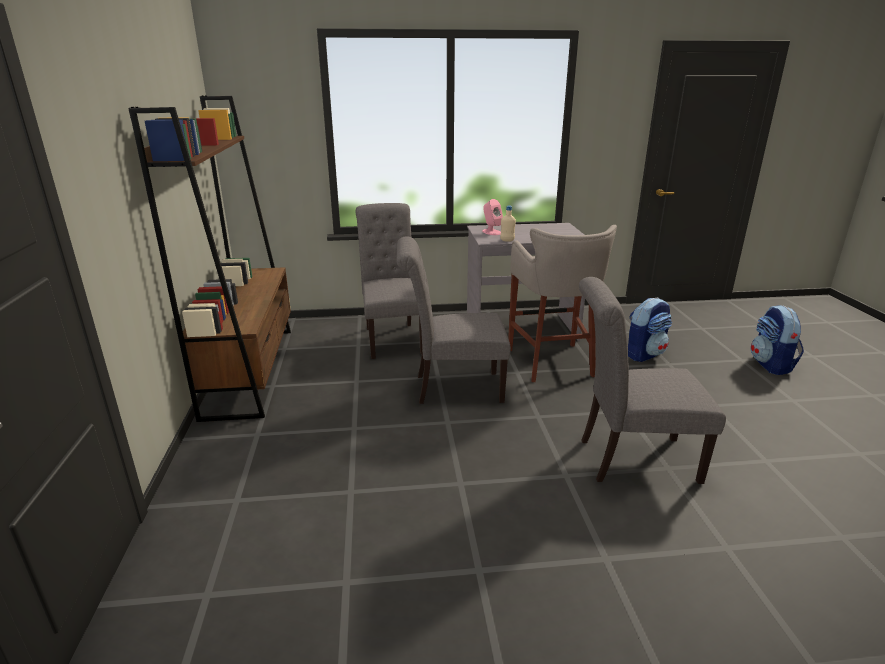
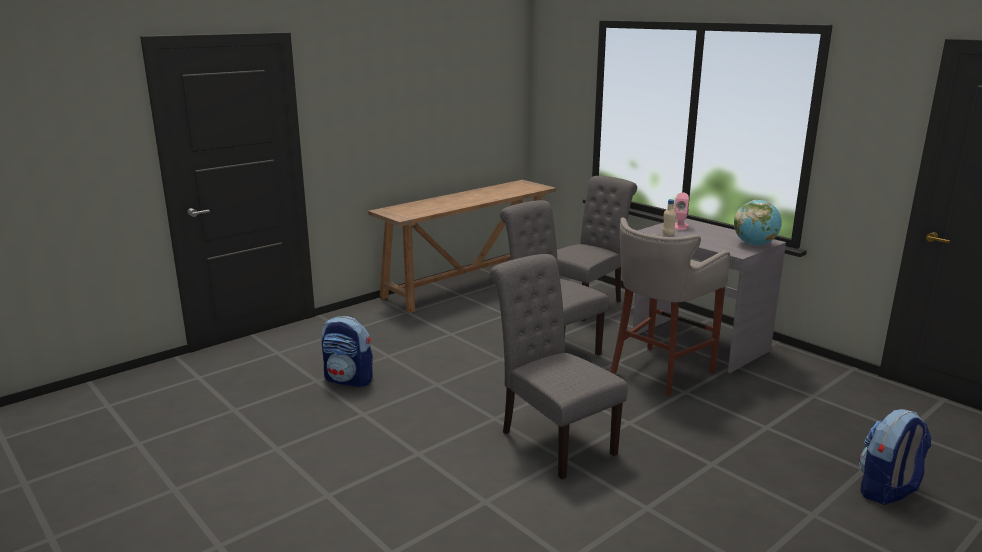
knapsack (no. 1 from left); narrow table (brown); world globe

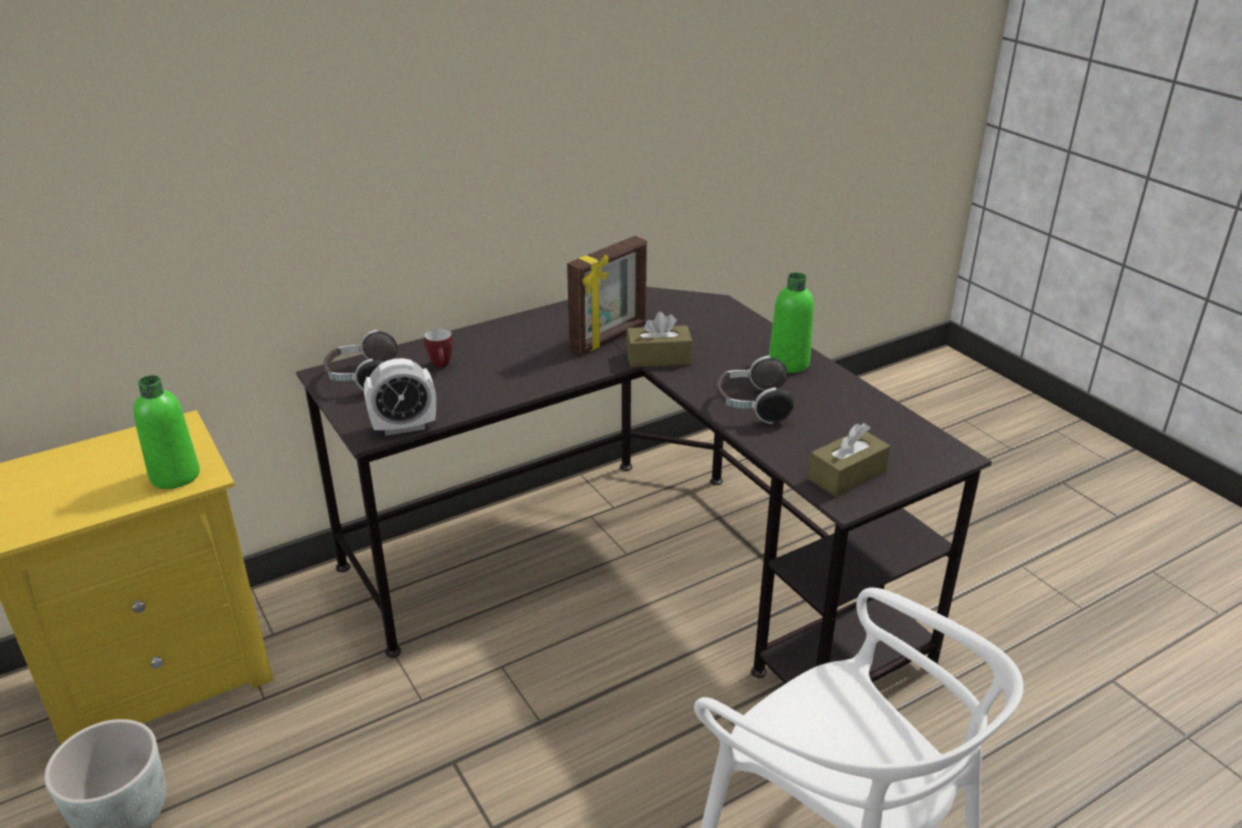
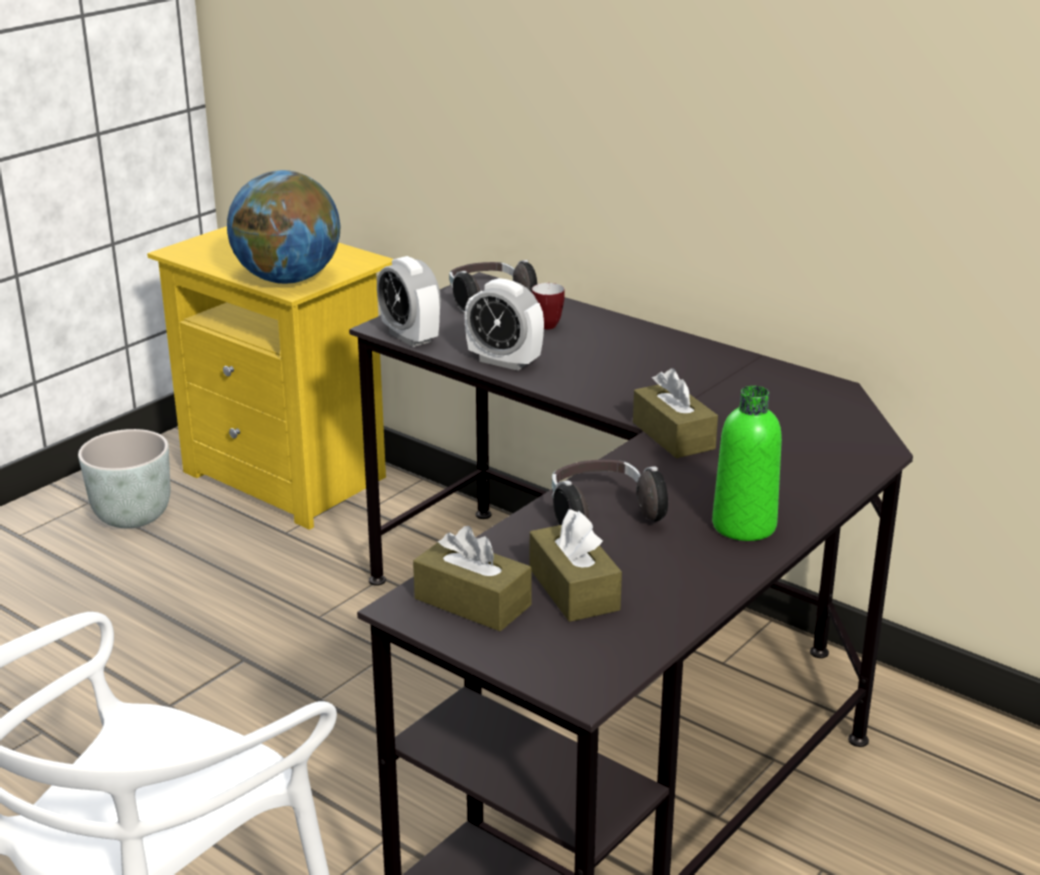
world globe; bedside clock (no. 2 from left); tissue holder (brown) (no. 2 from left); photo frame

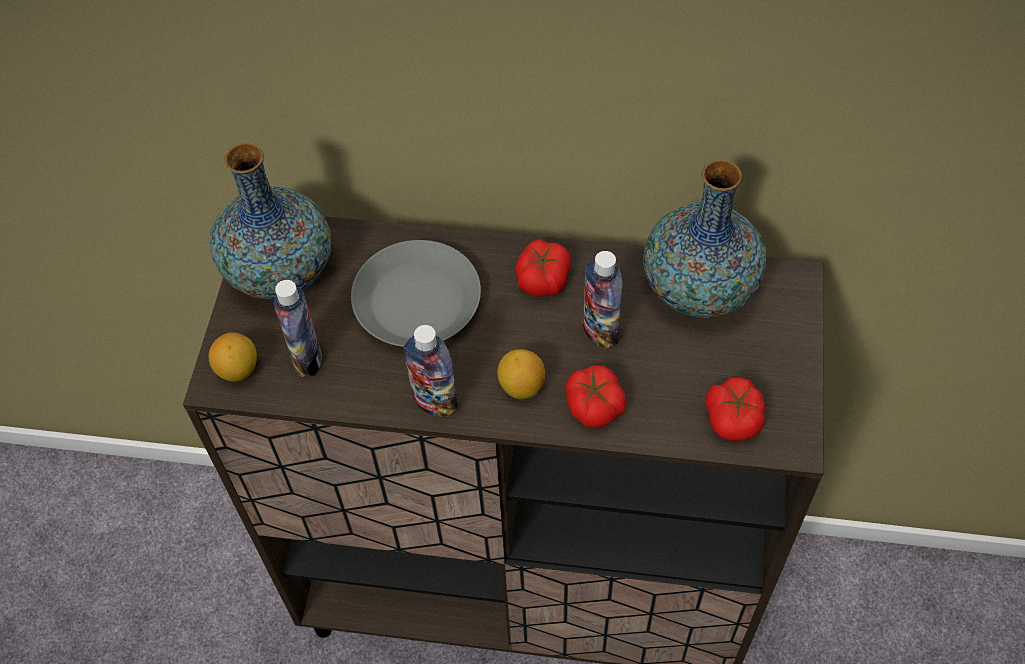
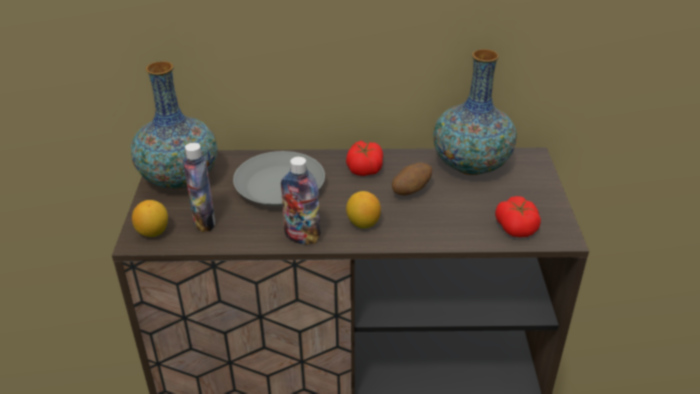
whole potato; tomato (no. 2 from left in the first image)

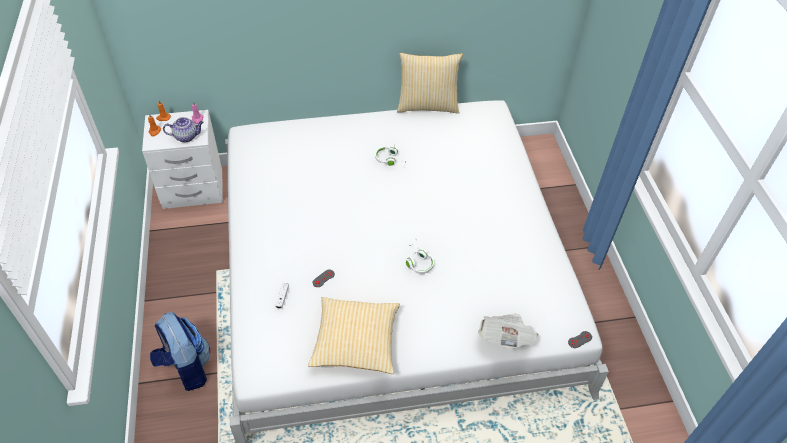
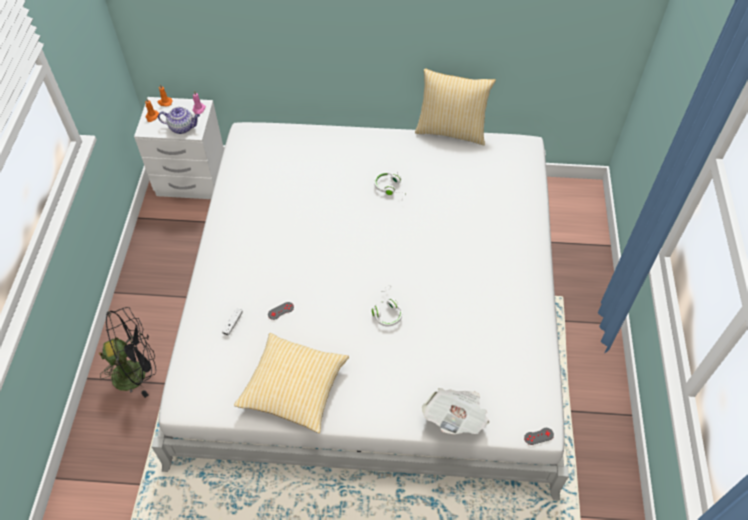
electric fan (blackish)

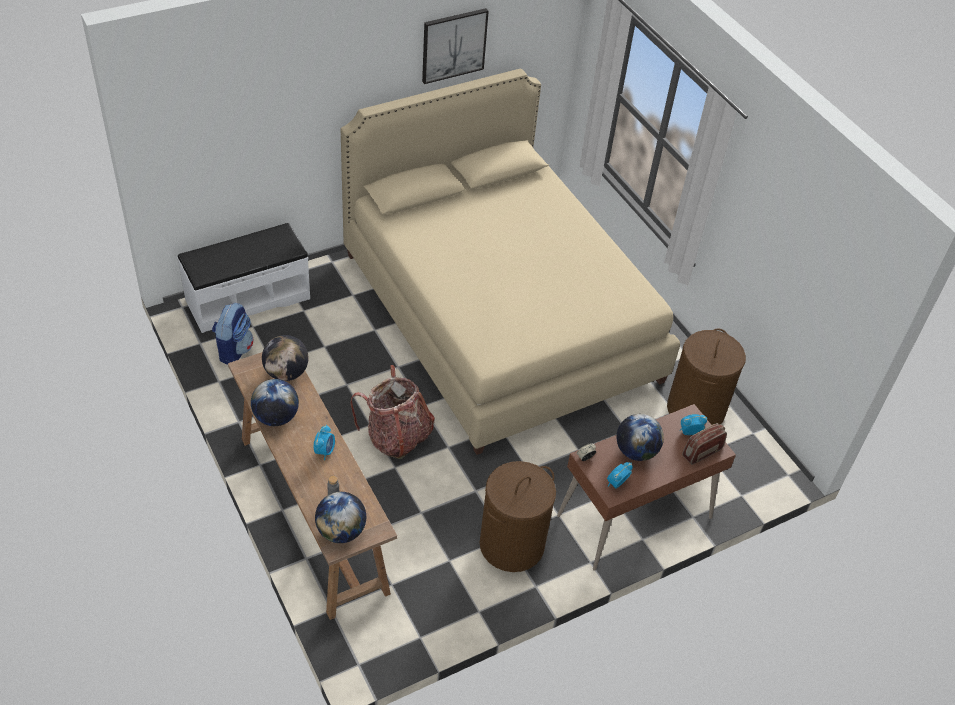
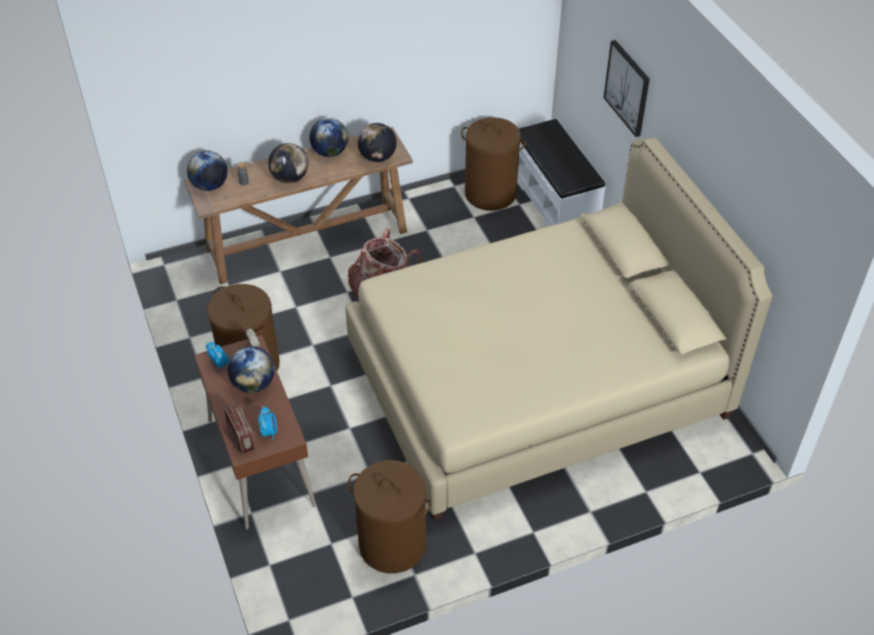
world globe (no. 3 from left); washing basket (brown) (no. 3 from left); picture

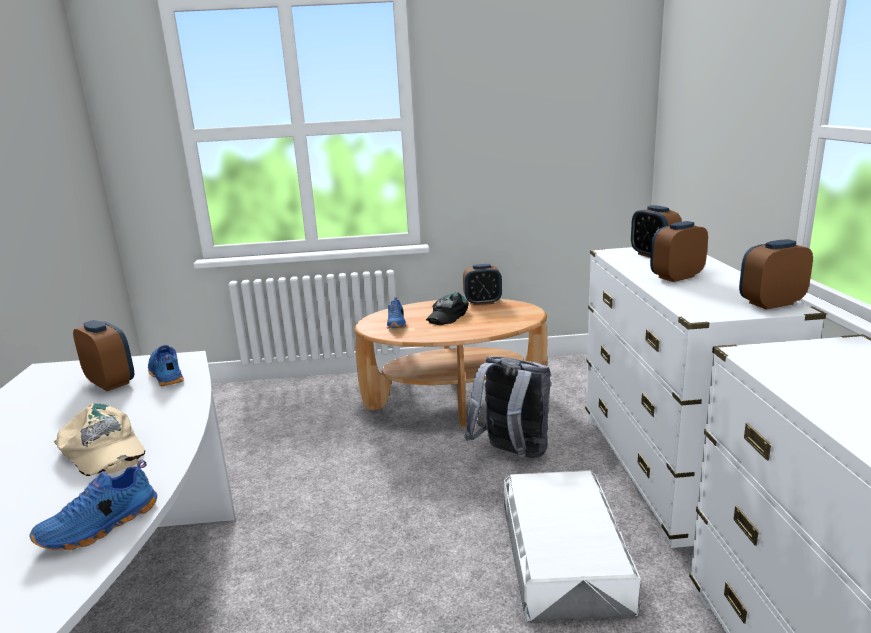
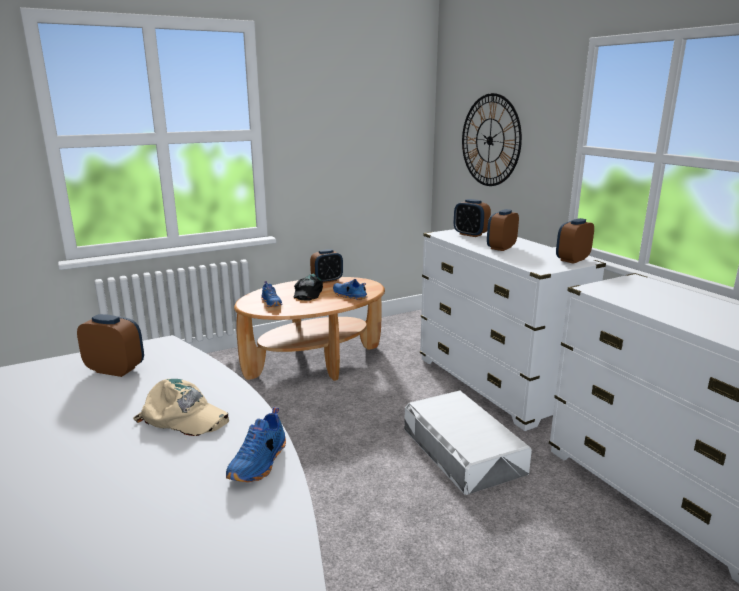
item of footwear (blue-coloured) (no. 3 from left); clock on the wall; knapsack (gray)

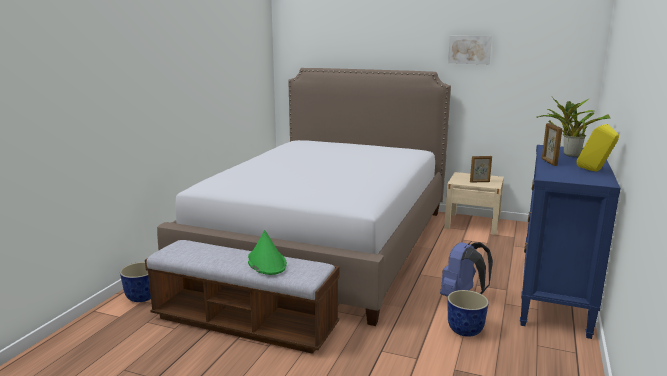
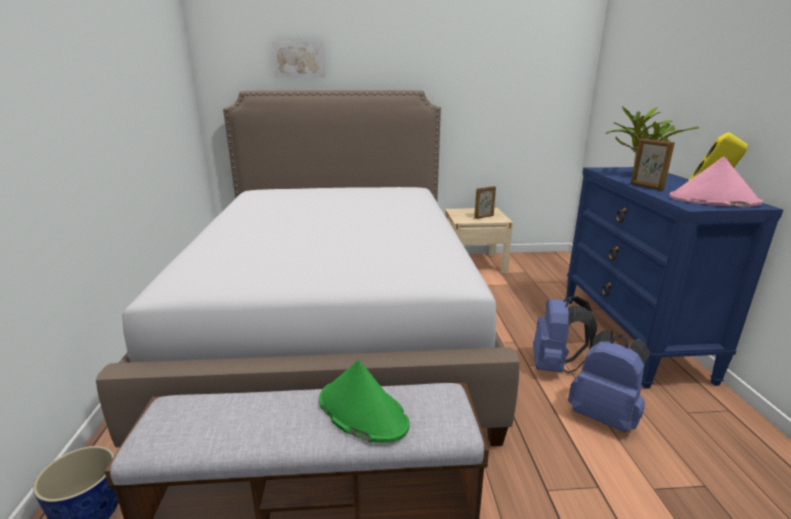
picture; knapsack (blue-coloured) (no. 2 from left); wearable hat (pink-coloured)

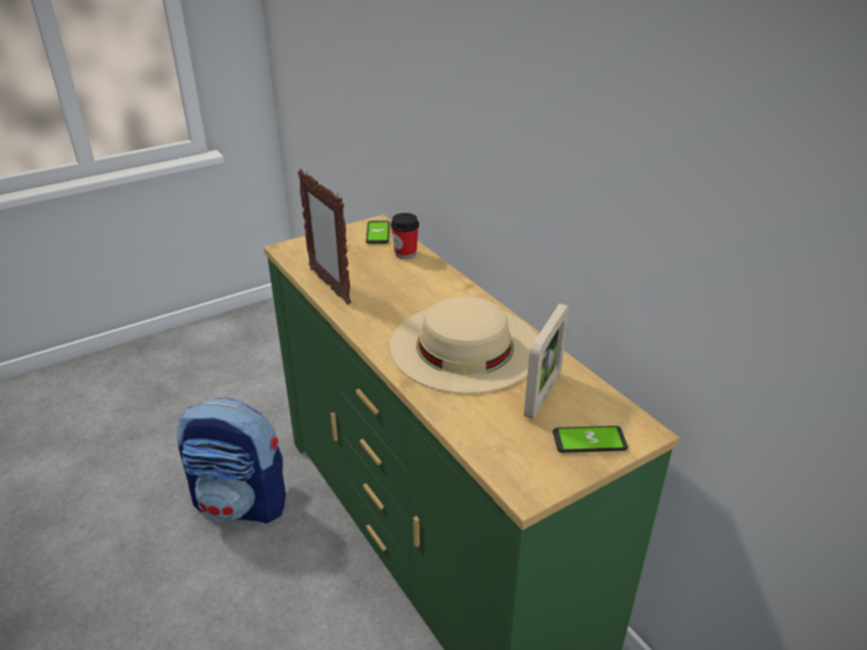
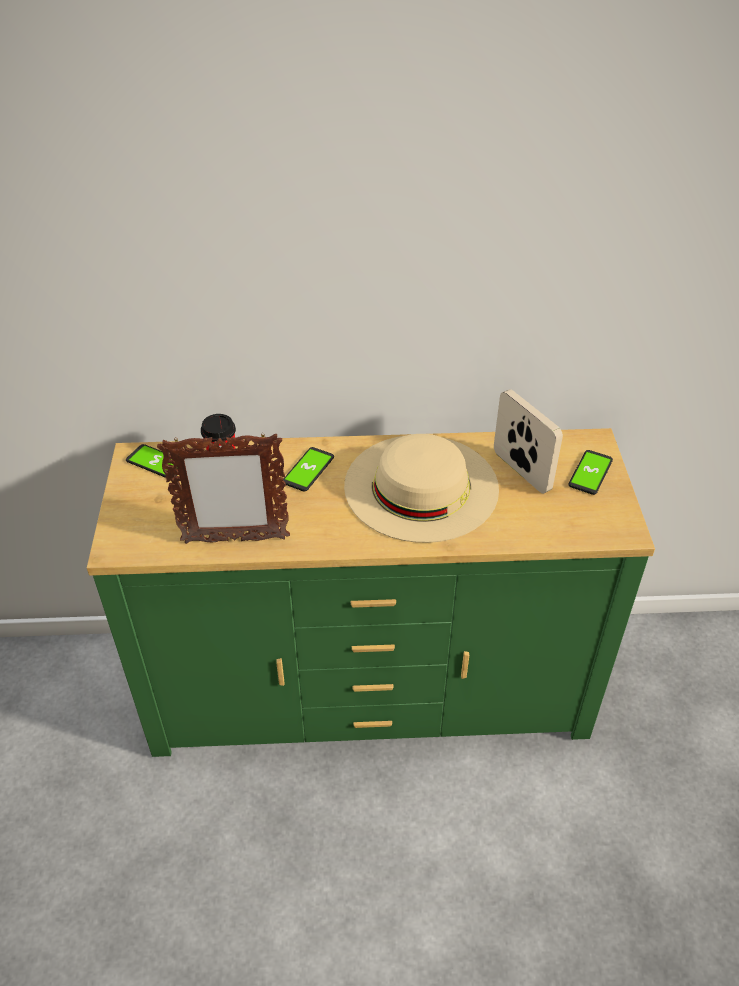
phone (no. 2 from left); knapsack

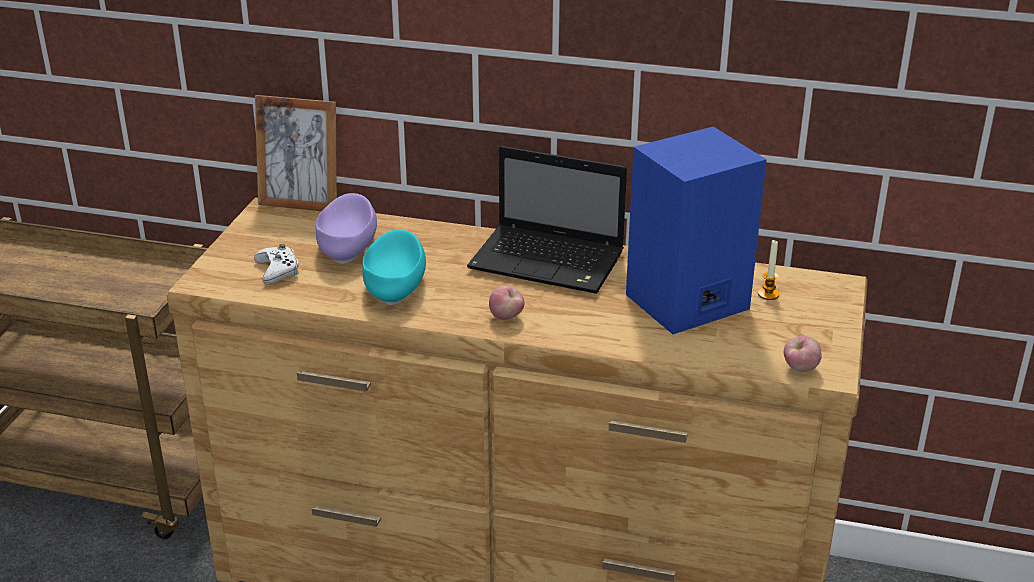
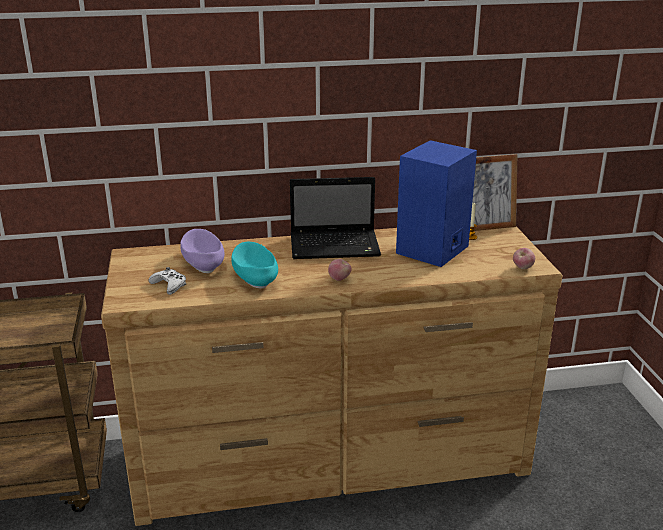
photo frame

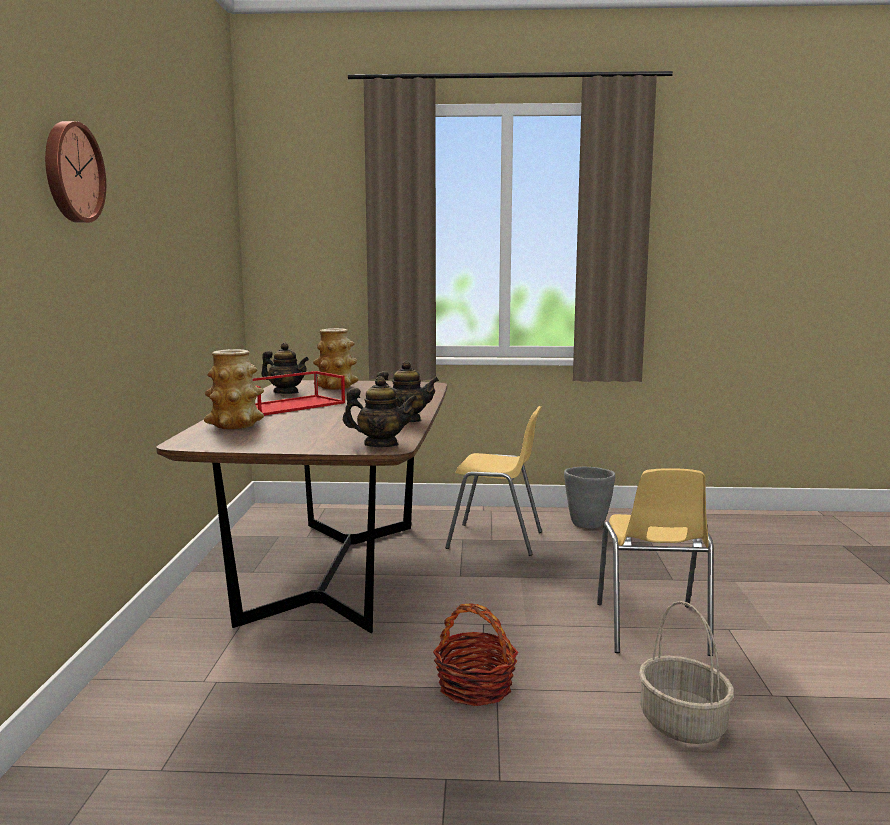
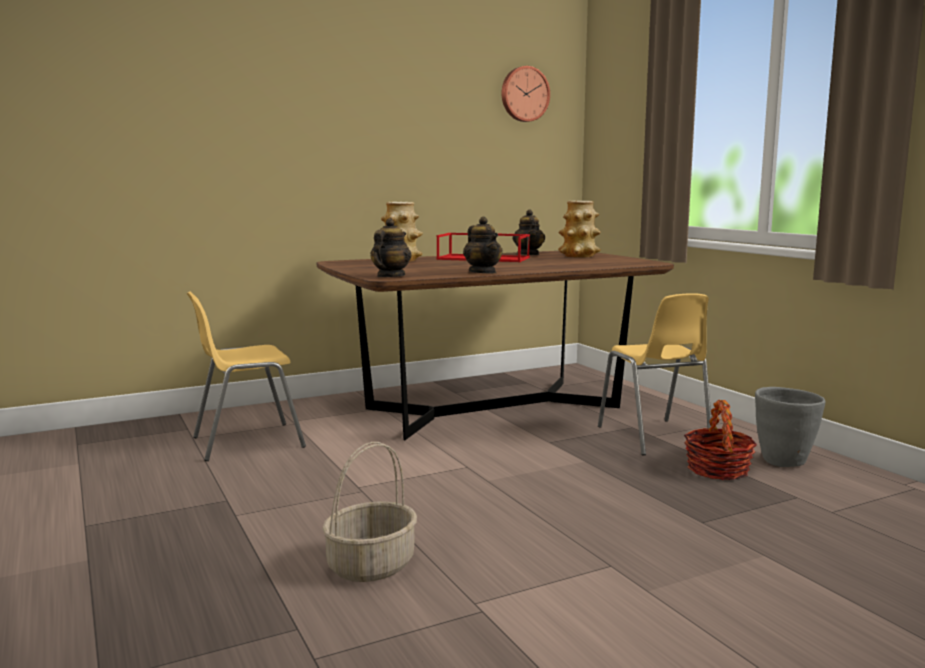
plain chair (yellow-coloured) (no. 1 from left); tea pot (no. 1 from left); clock on the wall; basket (no. 2 from left)

